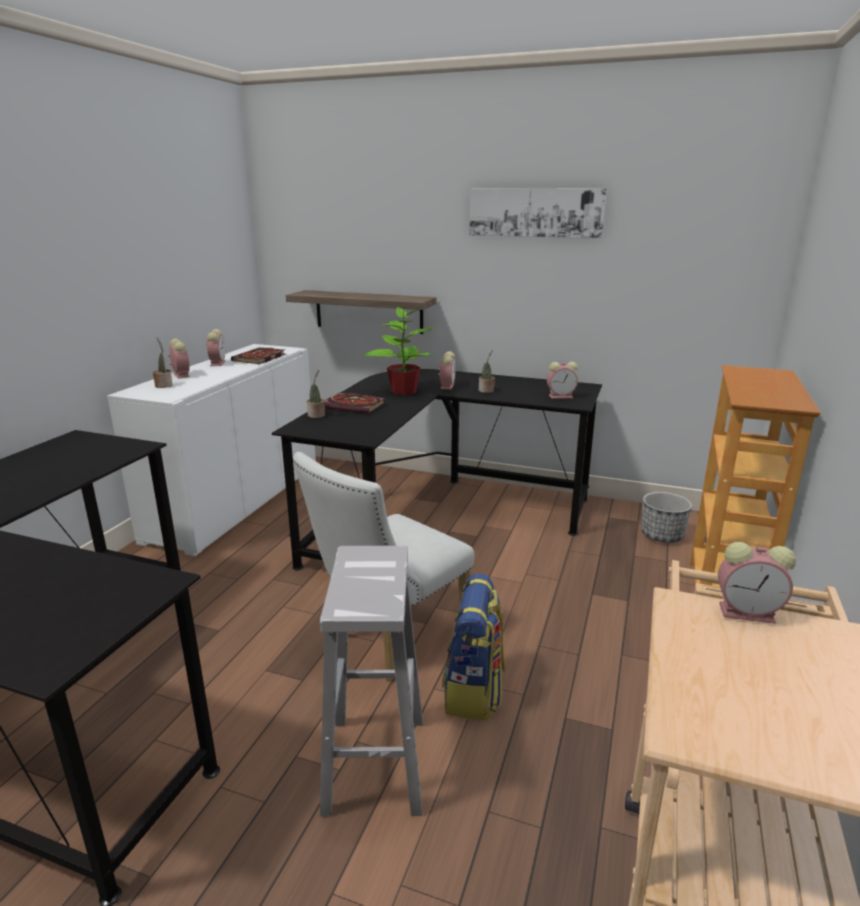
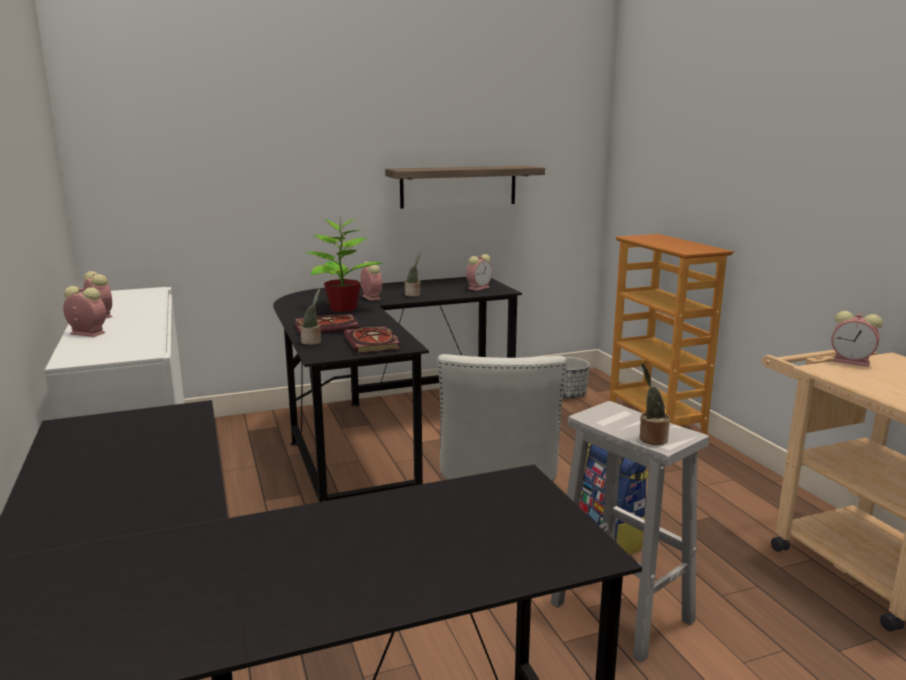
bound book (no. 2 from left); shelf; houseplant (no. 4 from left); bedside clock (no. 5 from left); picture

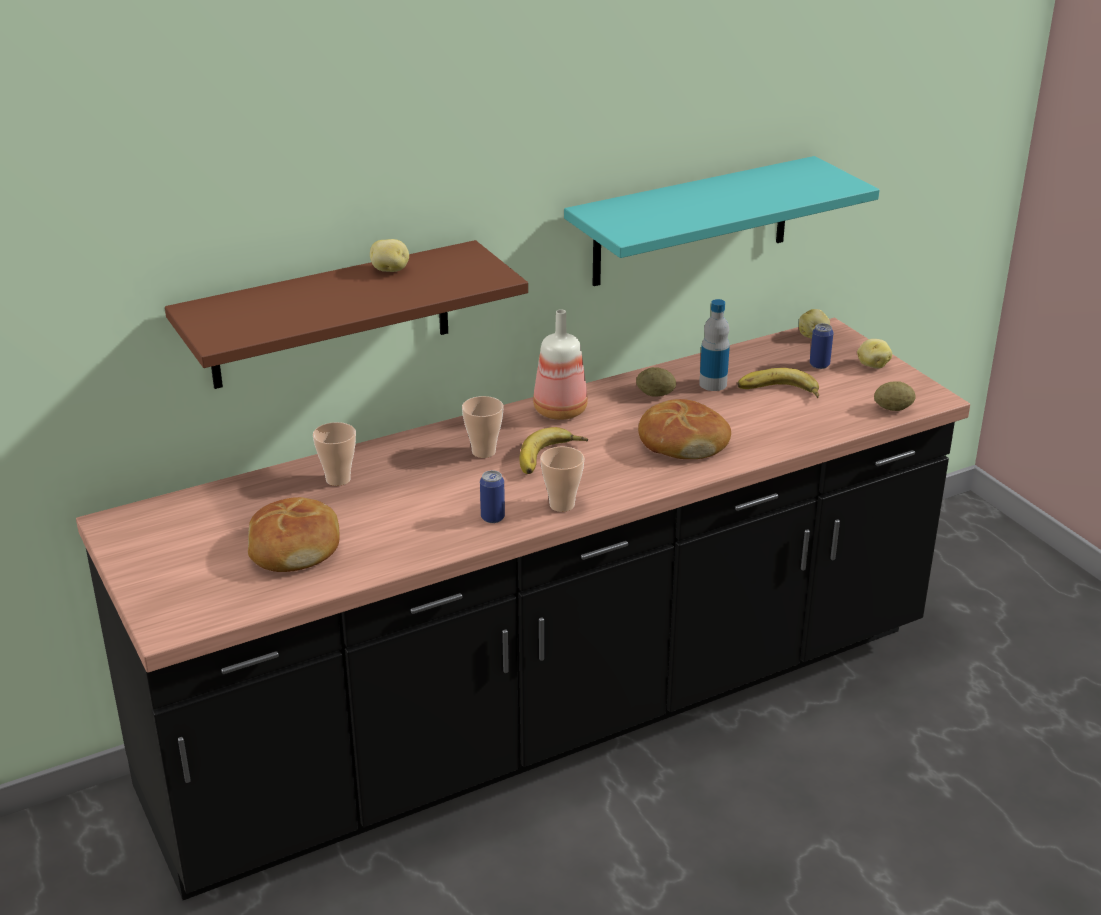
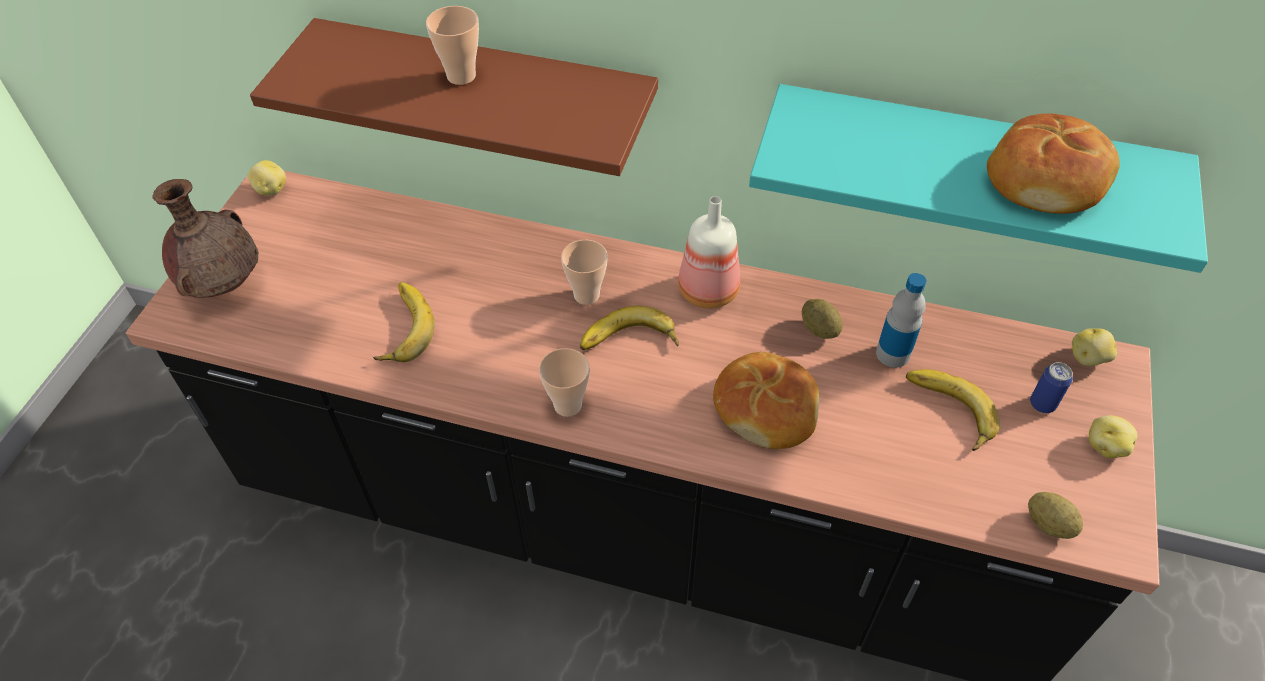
vase (brown); whole potato (no. 1 from left); banana (no. 1 from left); drinking cup (no. 1 from left); bakery bread (no. 2 from left); metal can (no. 1 from left in the first image)

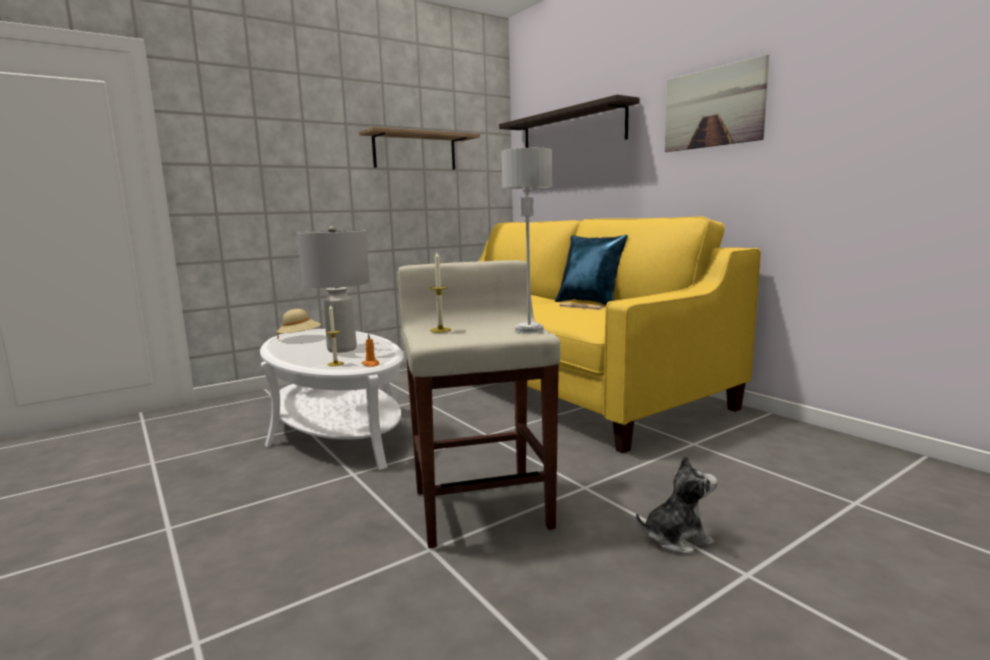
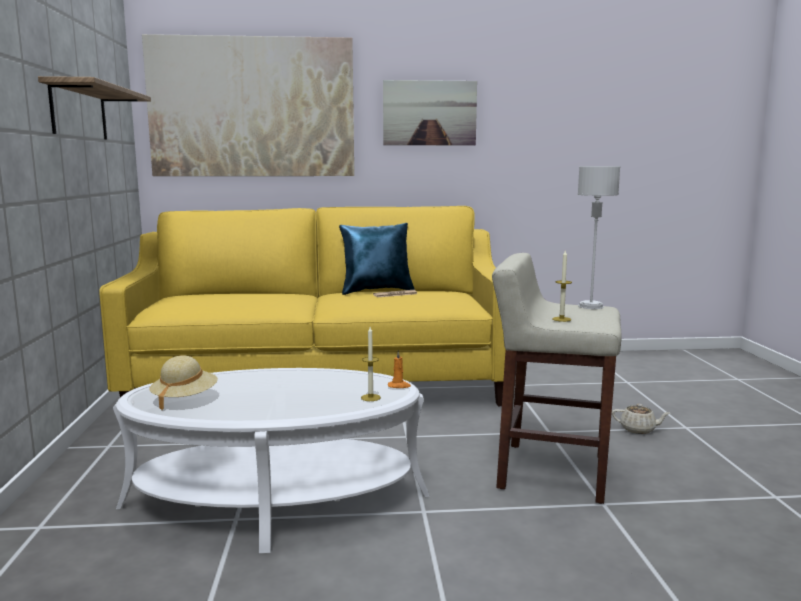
picture (no. 1 from left); tea pot (beige); tabletop lamp (gray) (no. 1 from left in the first image)

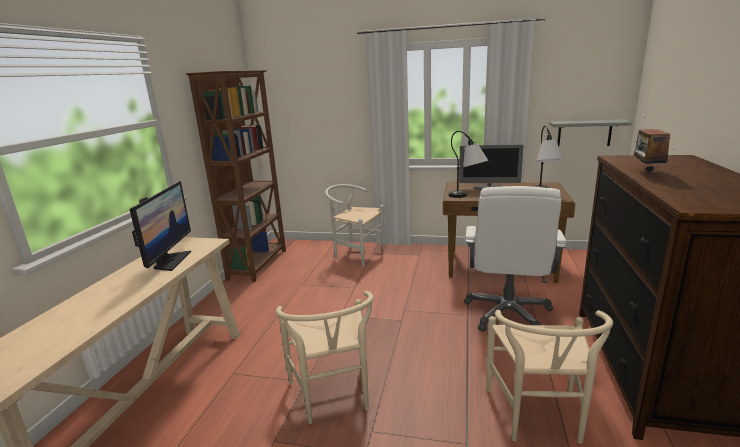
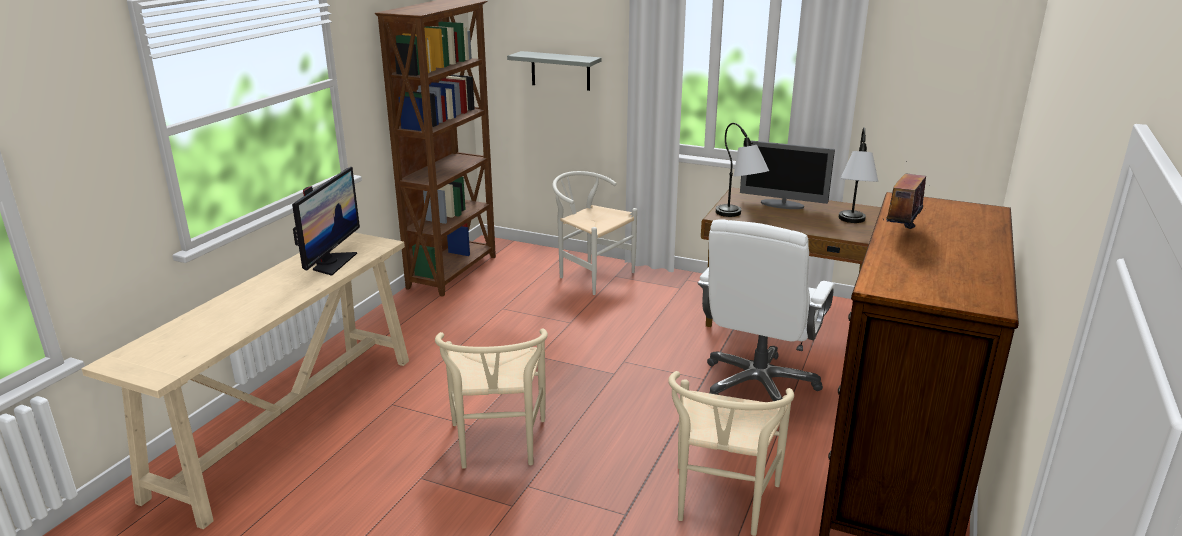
shelf (gray)

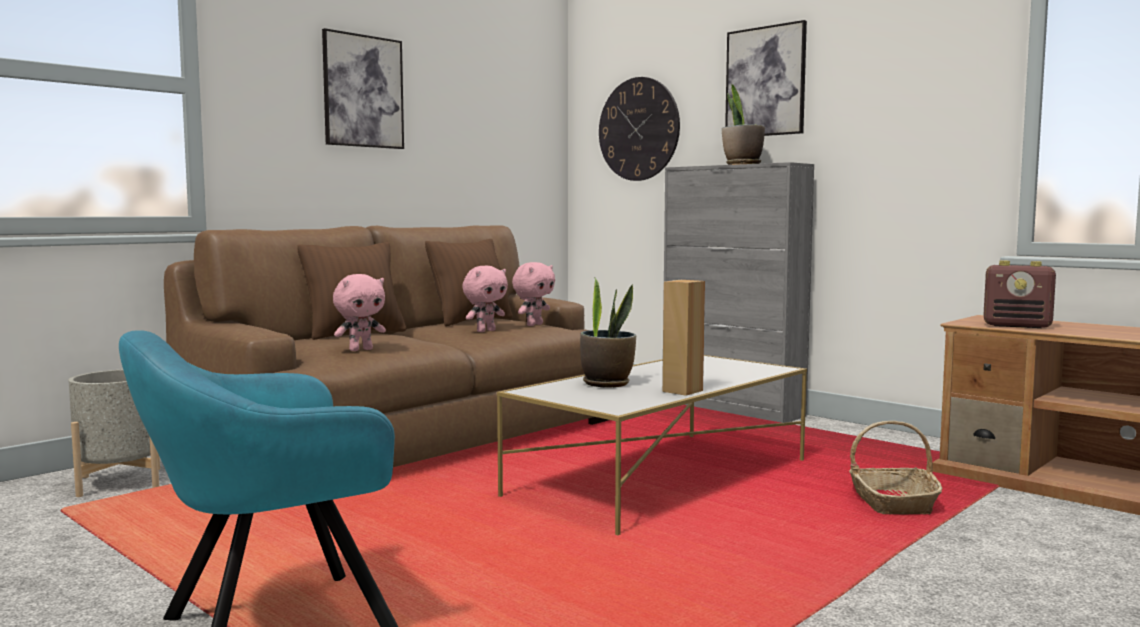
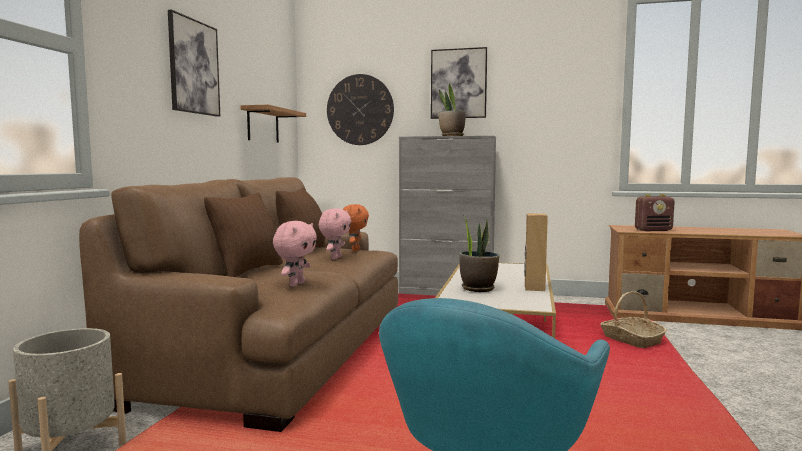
shelf; plush toy (orange-coloured)

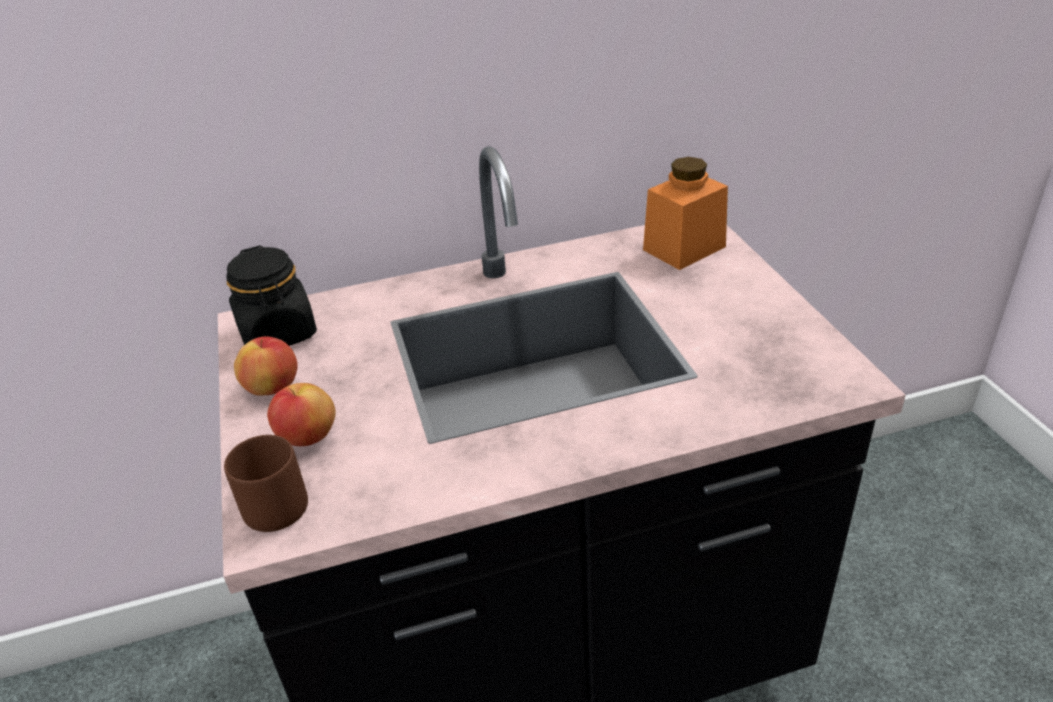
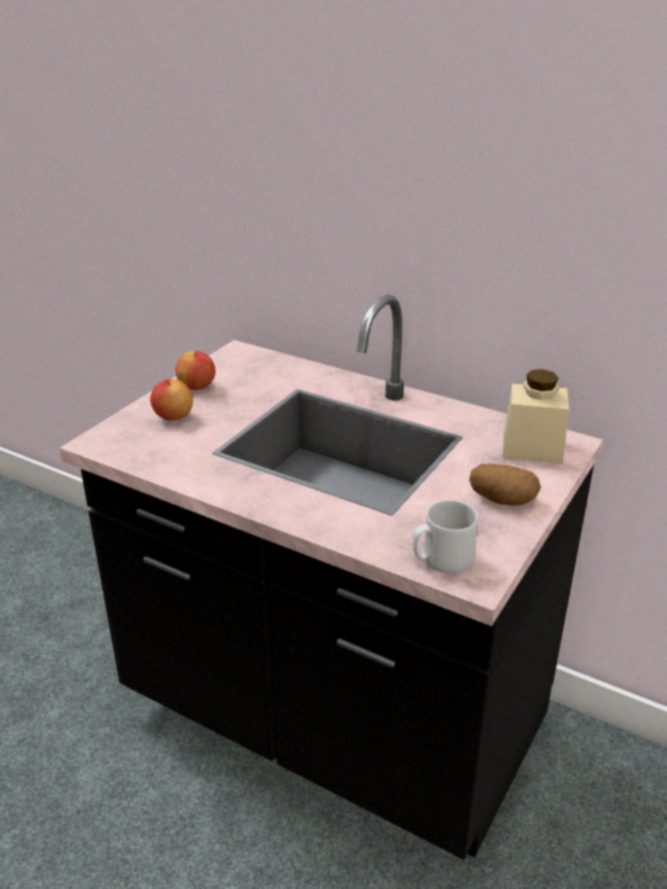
coffee mug (gray); whole potato; storage jar (beige); coffee mug (brown); storage jar (blackish)

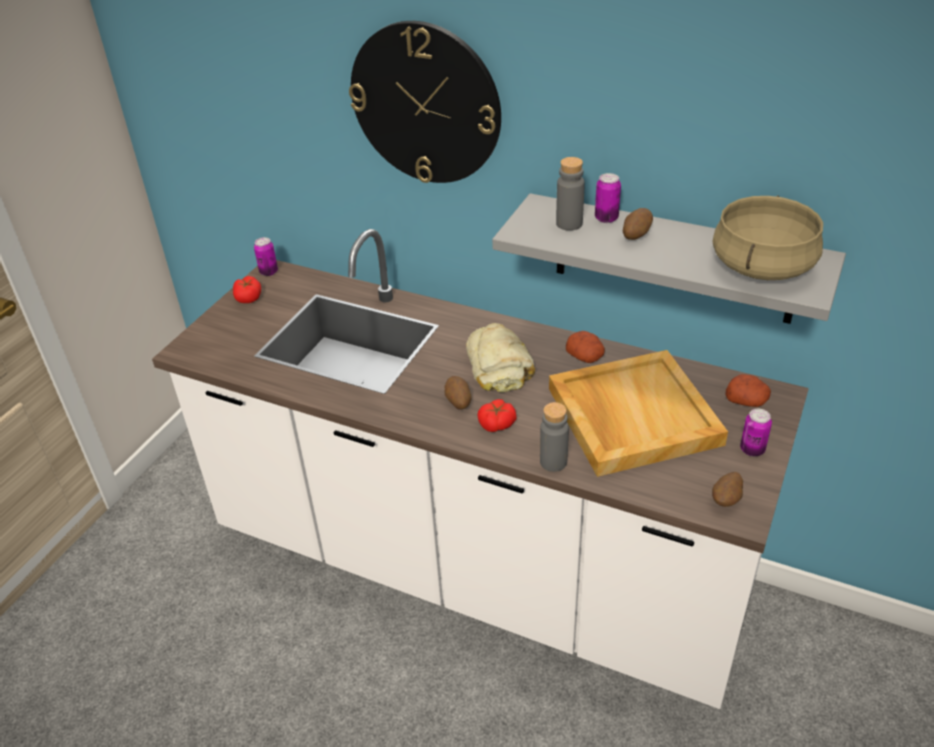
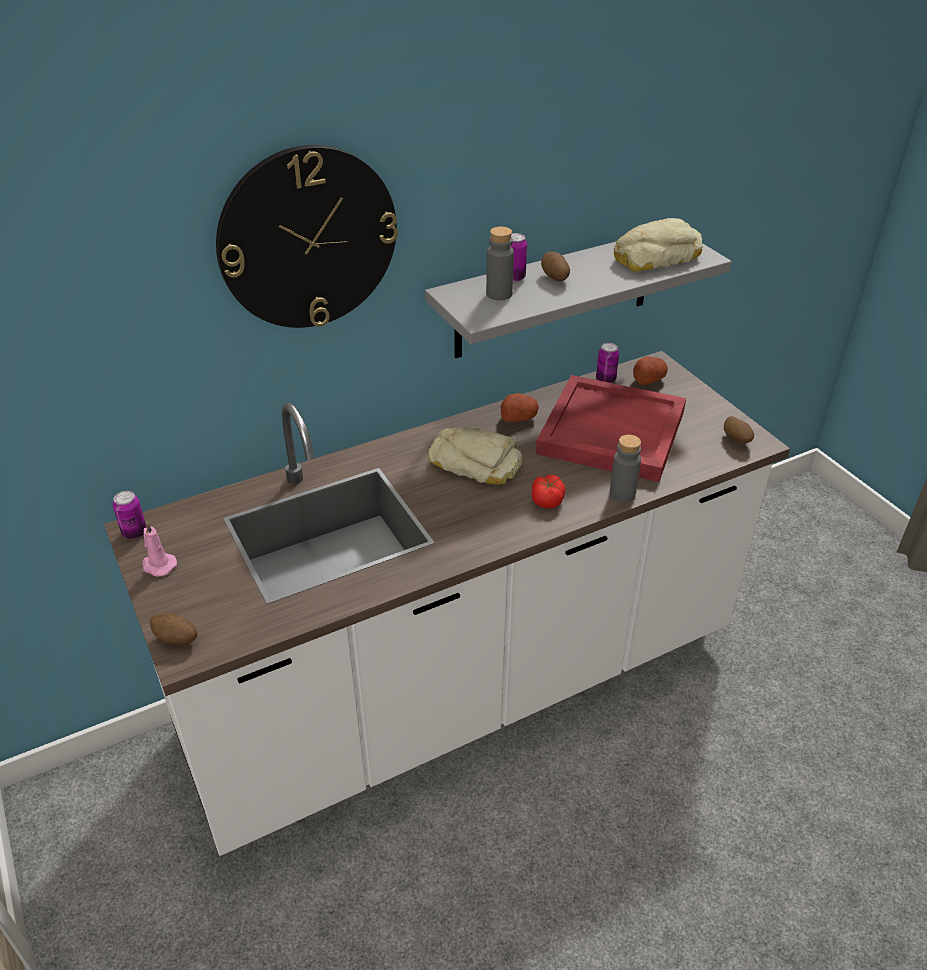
candle (pink-coloured); whole potato (no. 1 from left); tray (reddish); metal can (no. 3 from left); bakery bread (no. 2 from left)

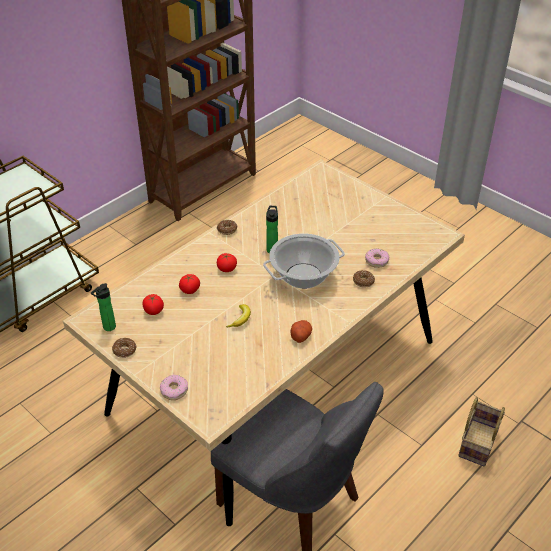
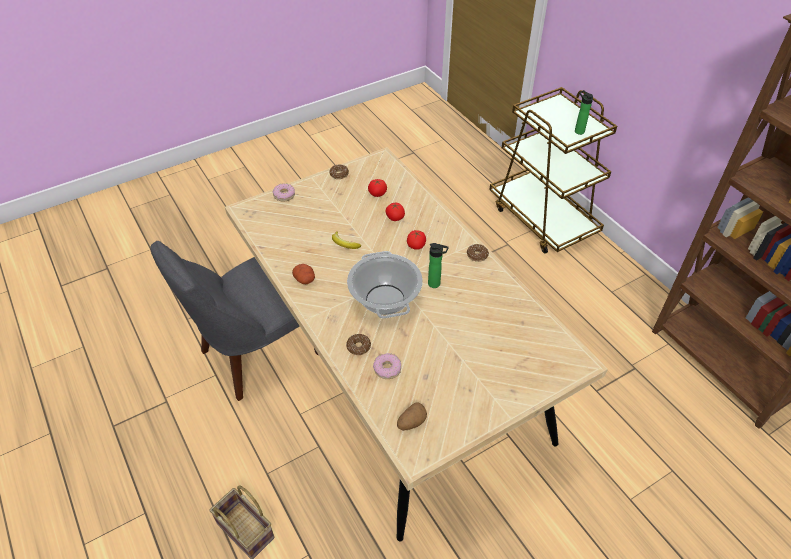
whole potato (no. 2 from left); drink bottle (no. 2 from left)

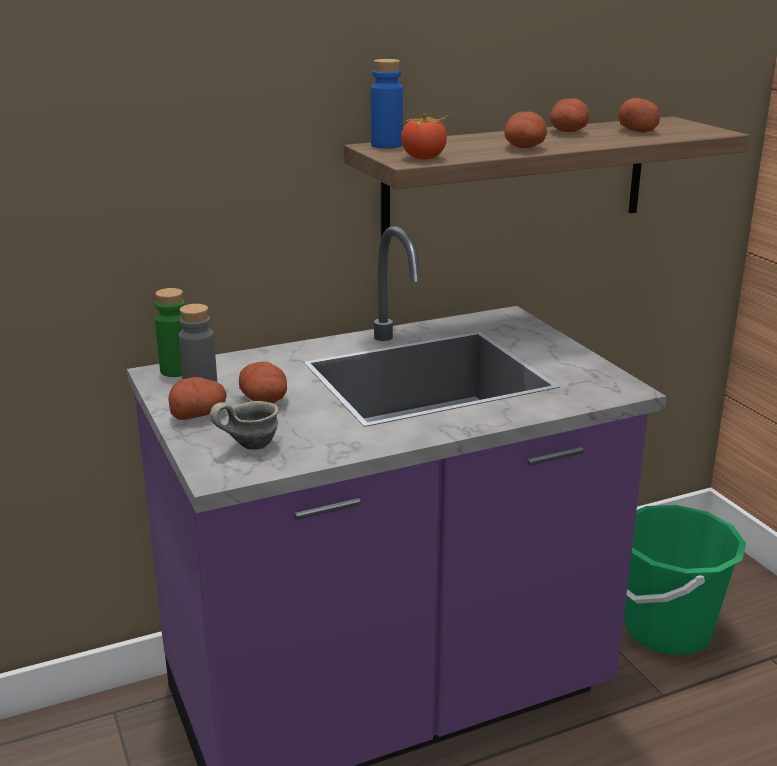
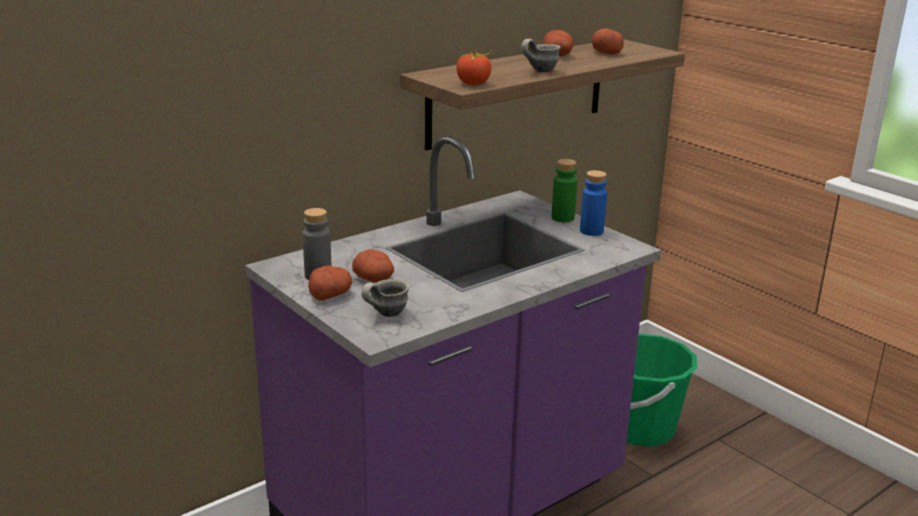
coffee mug (gray) (no. 2 from left); drink bottle (green-coloured); drink bottle (blue-coloured)

